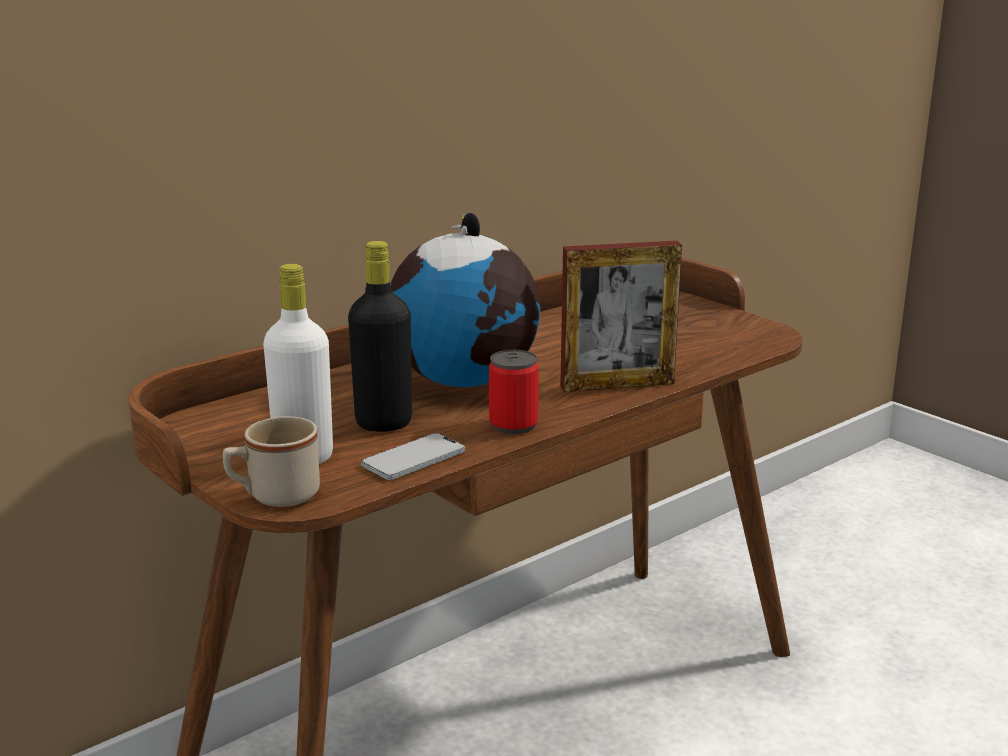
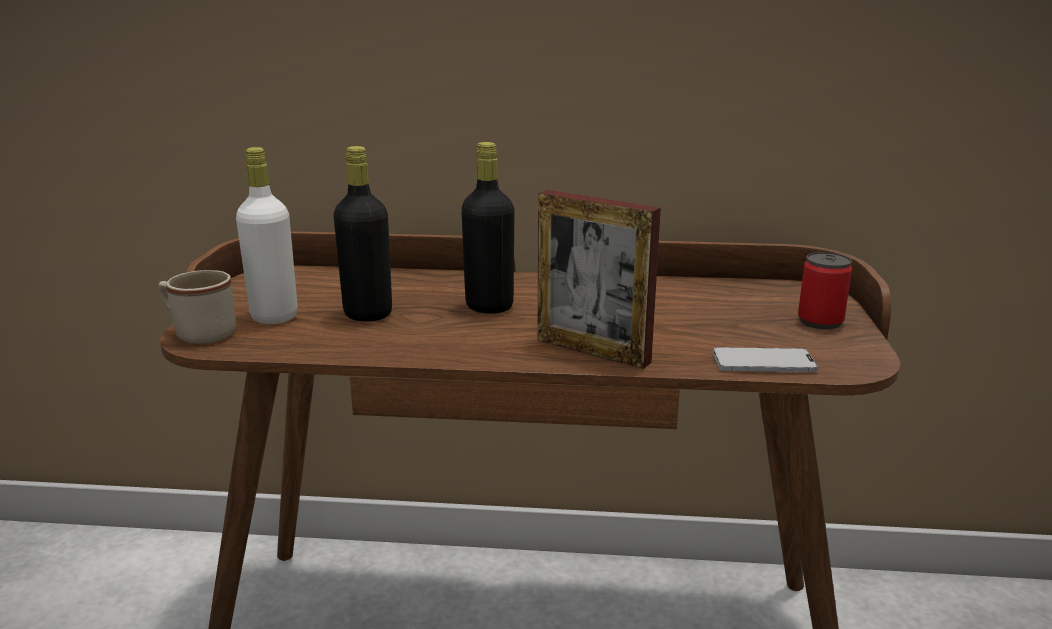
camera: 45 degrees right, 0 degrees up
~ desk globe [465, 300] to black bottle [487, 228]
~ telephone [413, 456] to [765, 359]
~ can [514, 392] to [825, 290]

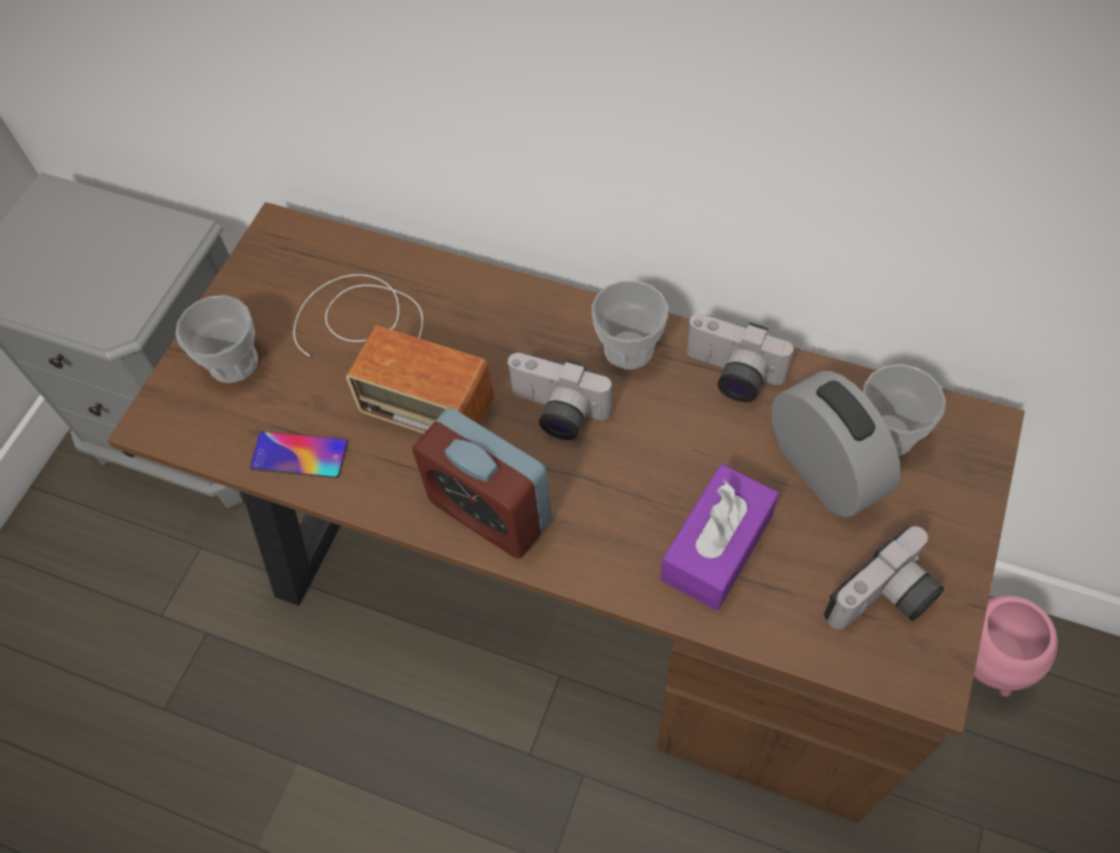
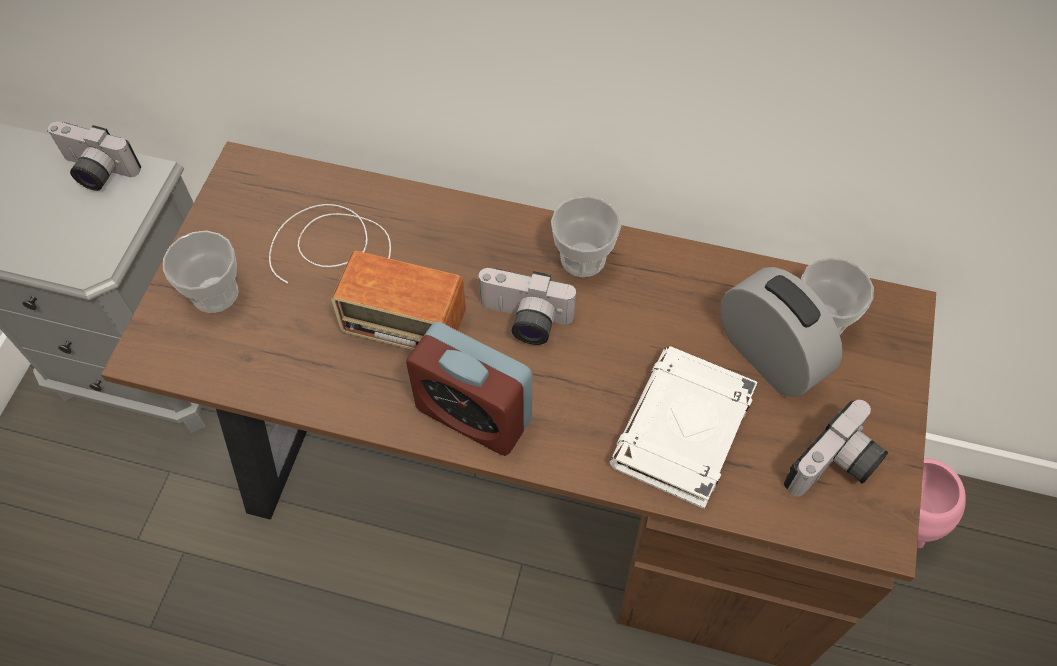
camera: 10 degrees left, 0 degrees up
~ photo camera [739, 357] to [94, 156]
~ purple-coloured tissue box [720, 537] to white-coloured bound book [683, 427]
- telephone [299, 454]

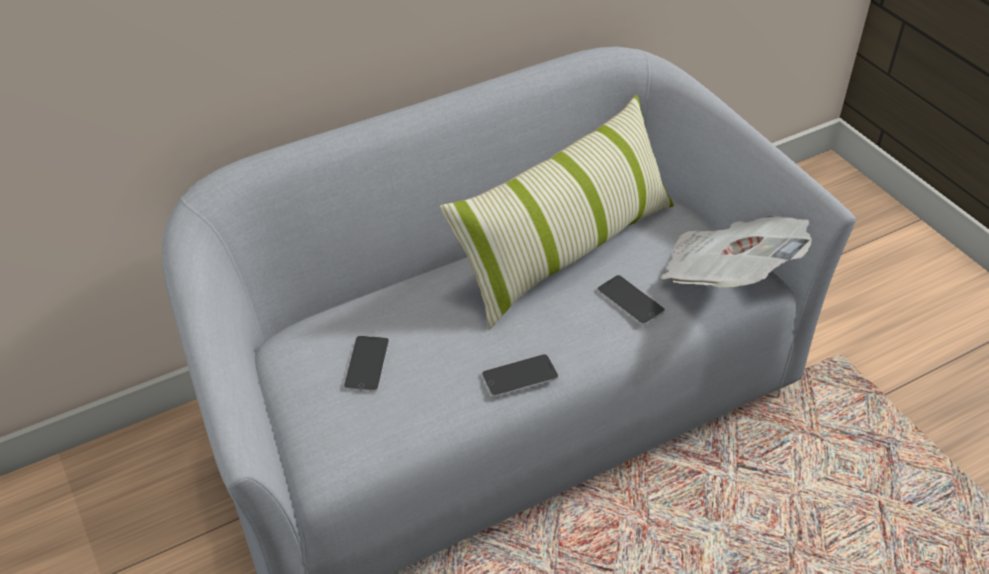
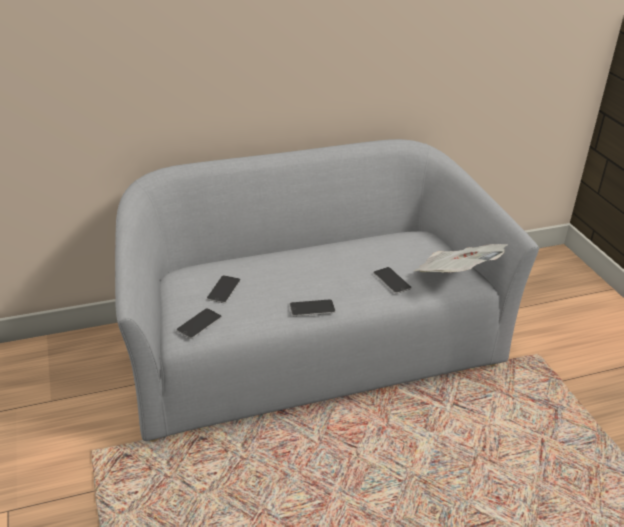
camera: 10 degrees right, 10 degrees down
+ telephone [199, 323]
- cushion [557, 212]

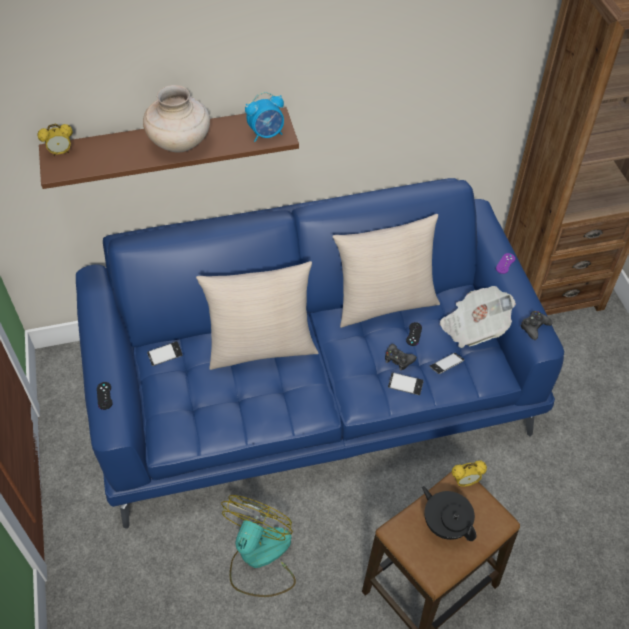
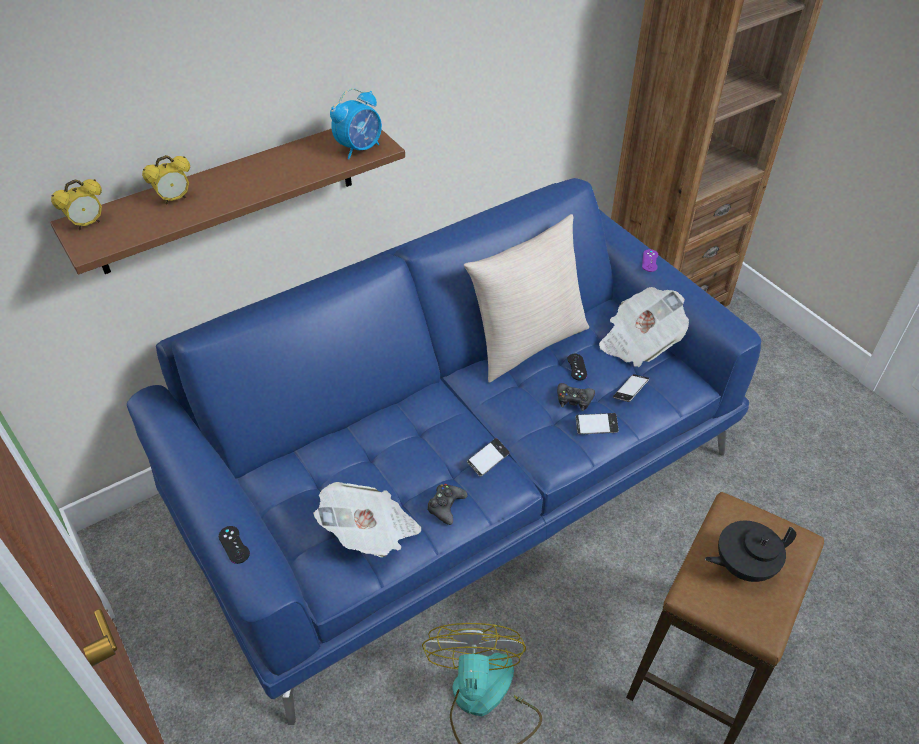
camera: 20 degrees left, 5 degrees down
~ alarm clock [469, 473] to [166, 180]
+ printed paper [367, 519]
~ black game controller [536, 325] to [447, 504]
~ telephone [165, 354] to [488, 457]
~ black teapot [449, 513] = [750, 551] 45 degrees counterclockwise
- beige-coloured vase [176, 119]
- beige-coloured cushion [257, 315]

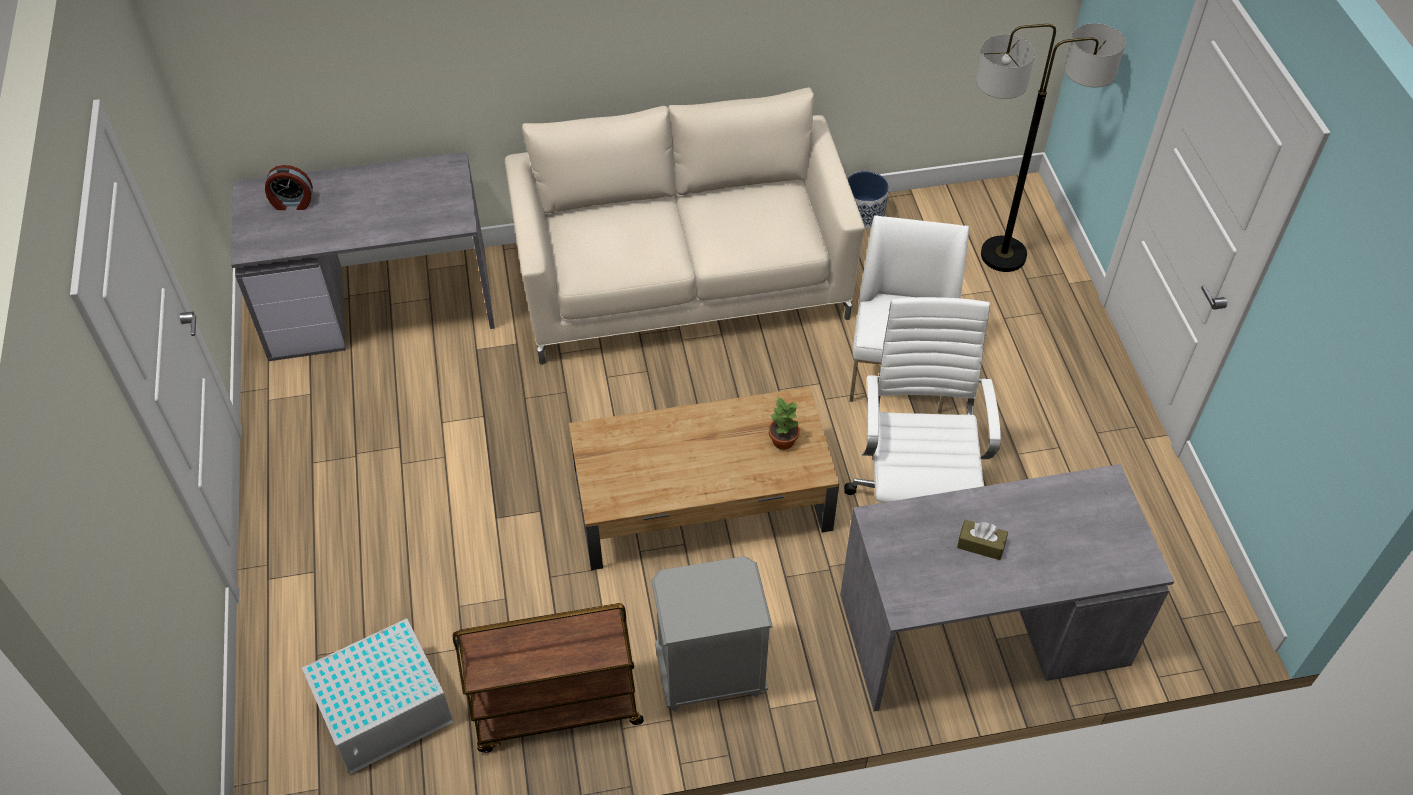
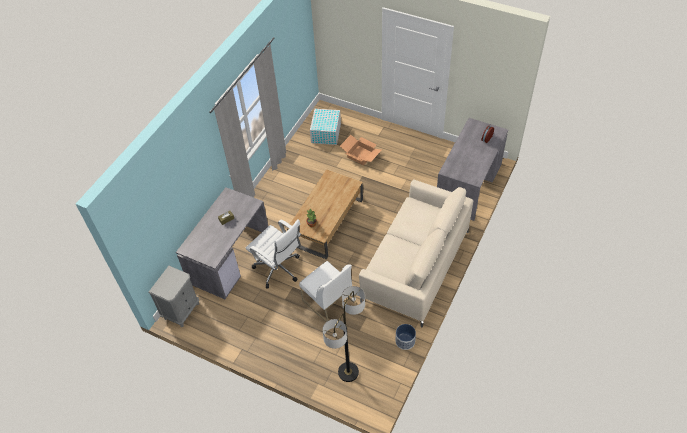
camera: 130 degrees right, 0 degrees up
~ grey bedside table [712, 634] to [174, 296]
+ cardboard box [361, 150]
- brown cart [548, 678]

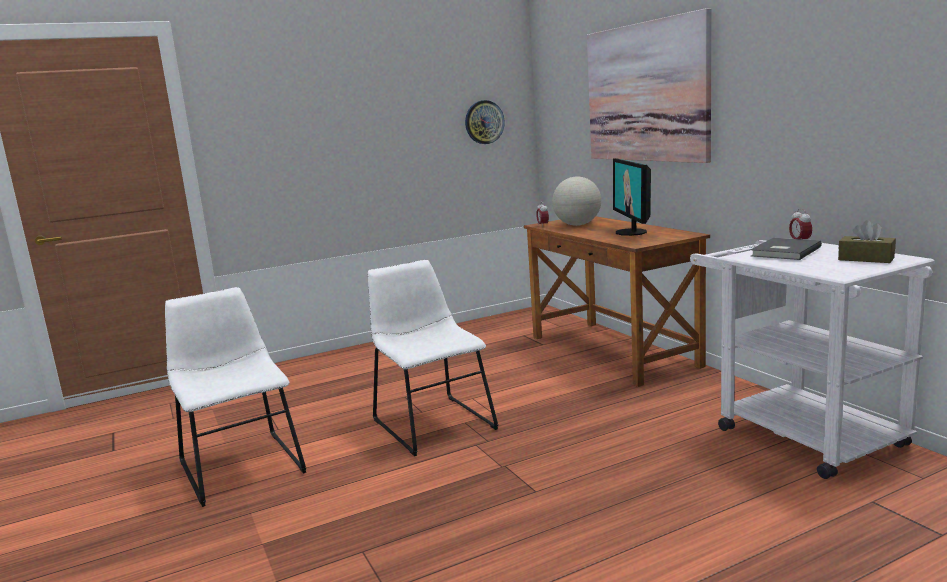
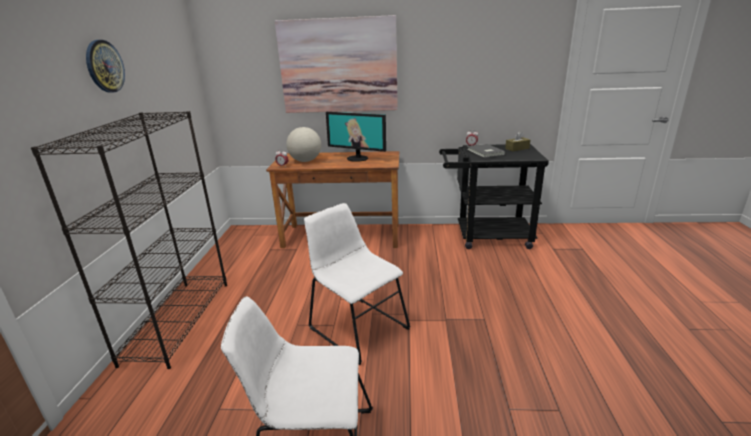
camera: 60 degrees left, 10 degrees up
+ black shelving unit [129, 240]
~ hanging clock [485, 122] to [105, 66]
~ white-coloured plain chair [433, 358] = [357, 284] 45 degrees clockwise
~ white-coloured cart [812, 359] to black cart [494, 196]

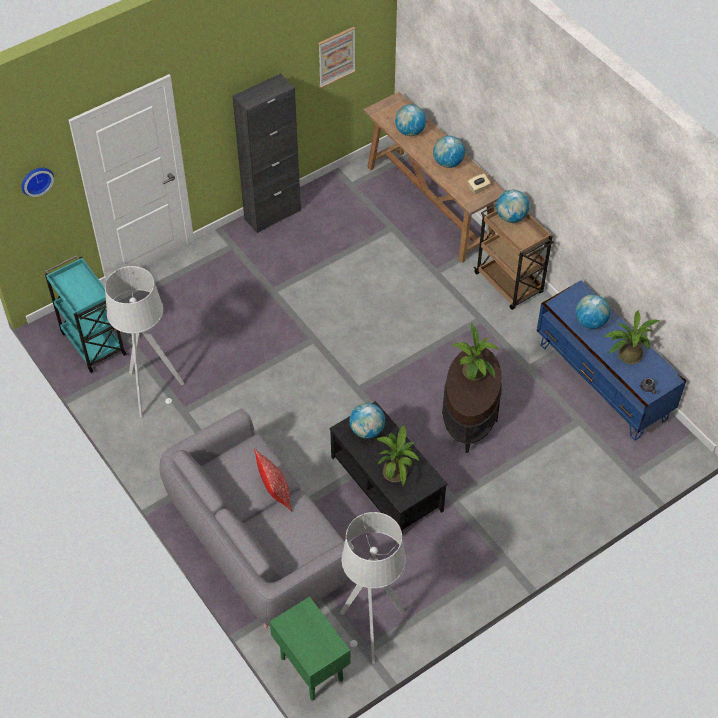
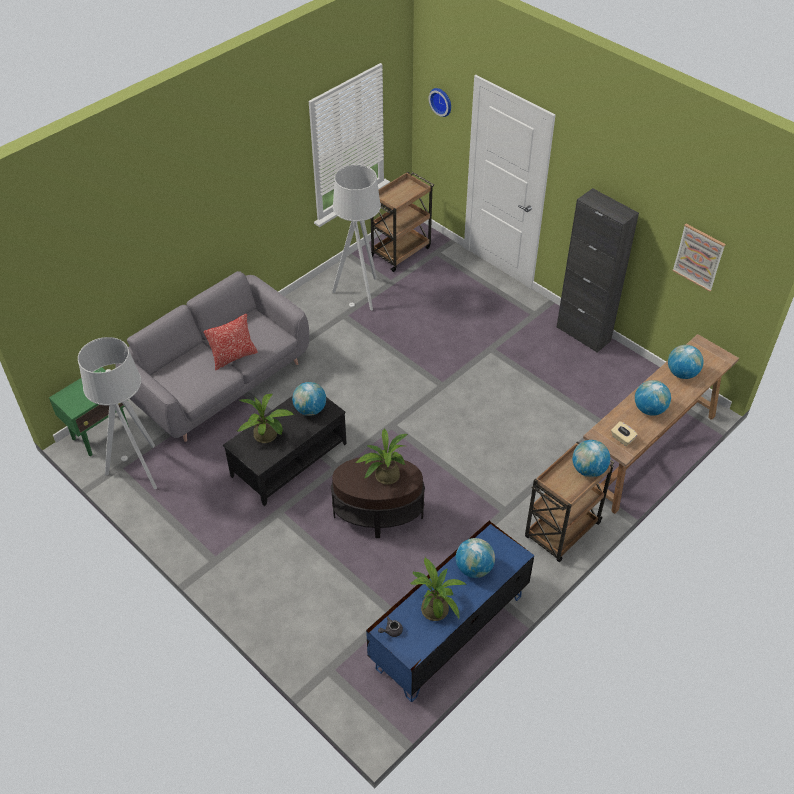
camera: 80 degrees right, 5 degrees down
~ turquoise cart [86, 314] to brown cart [402, 221]

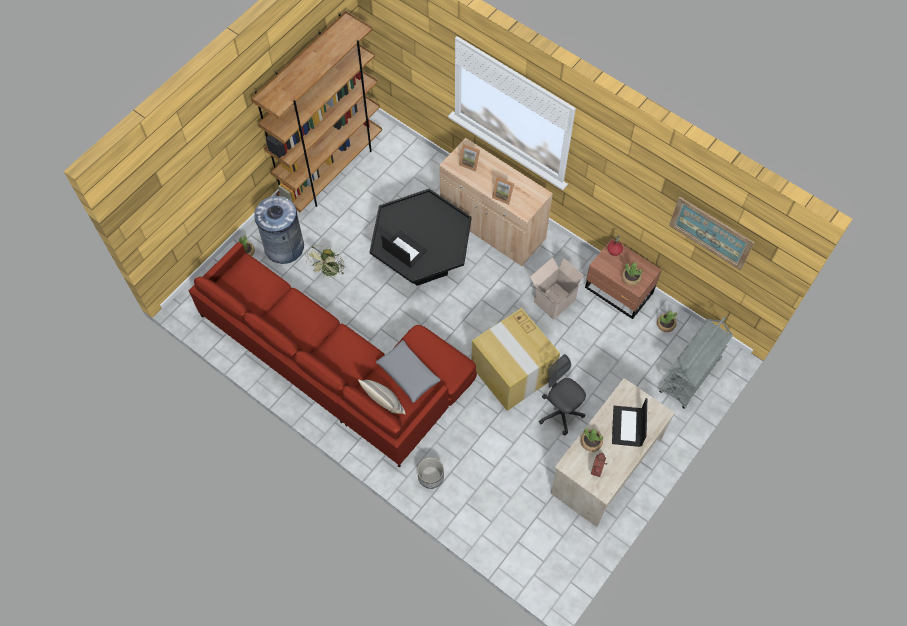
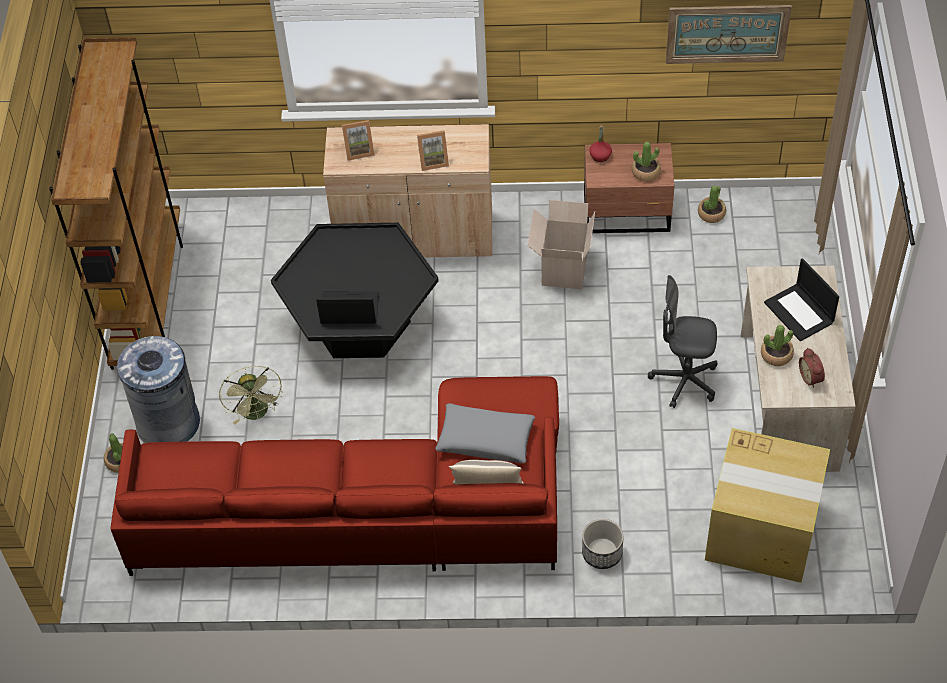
camera: 35 degrees left, 10 degrees down
~ cardboard box [515, 359] to [767, 505]
- grey cart [696, 362]

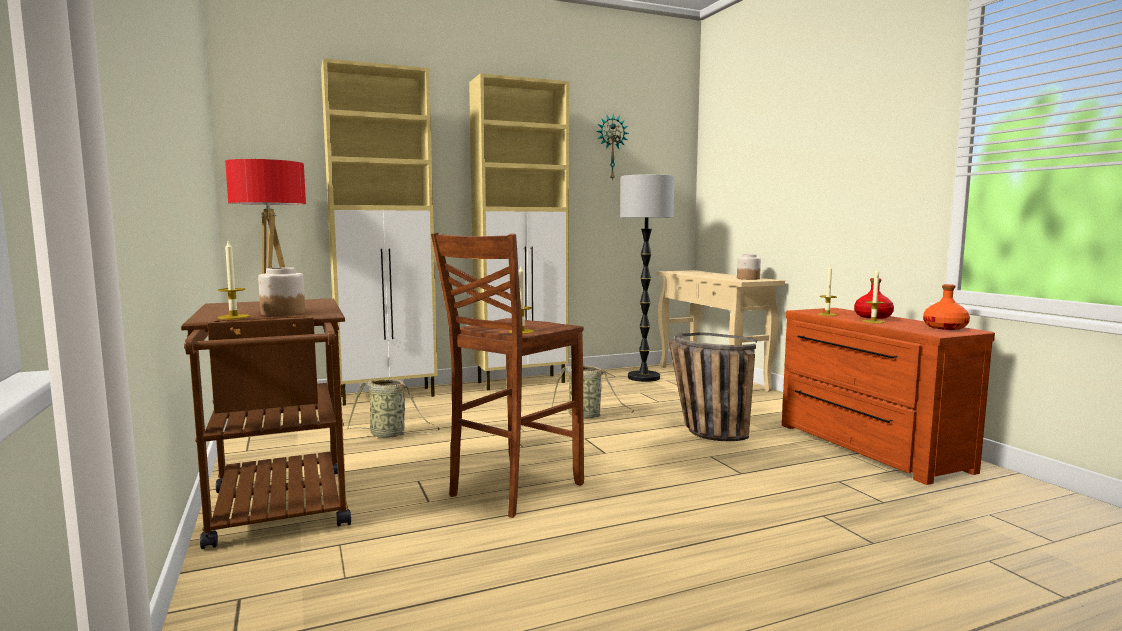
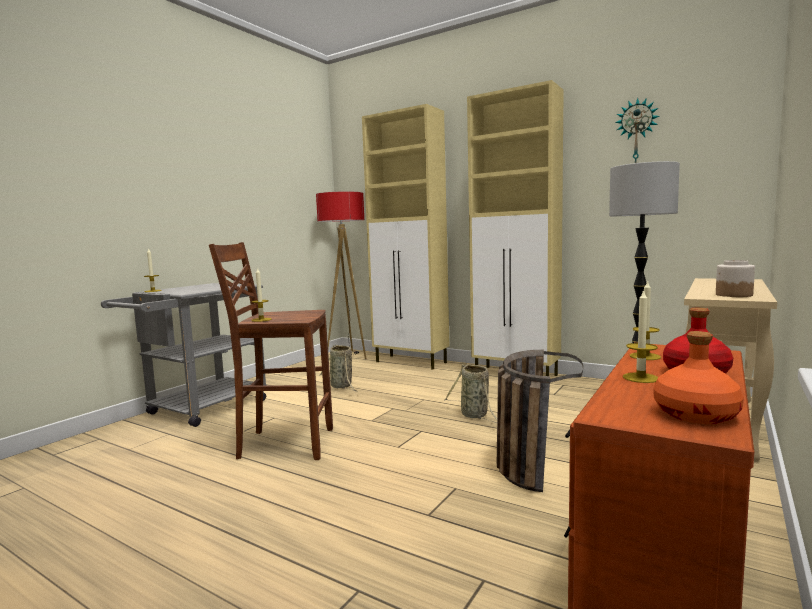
camera: 55 degrees right, 0 degrees up
~ brown cart [266, 423] to grey cart [183, 355]
- jar [281, 291]

